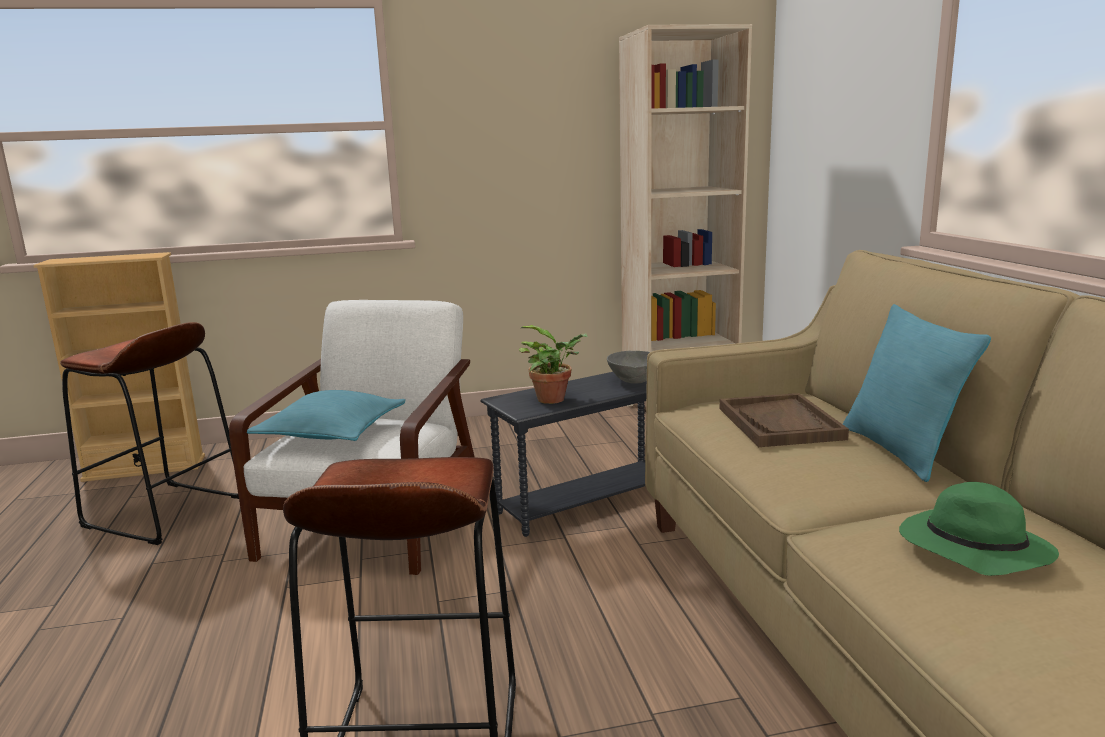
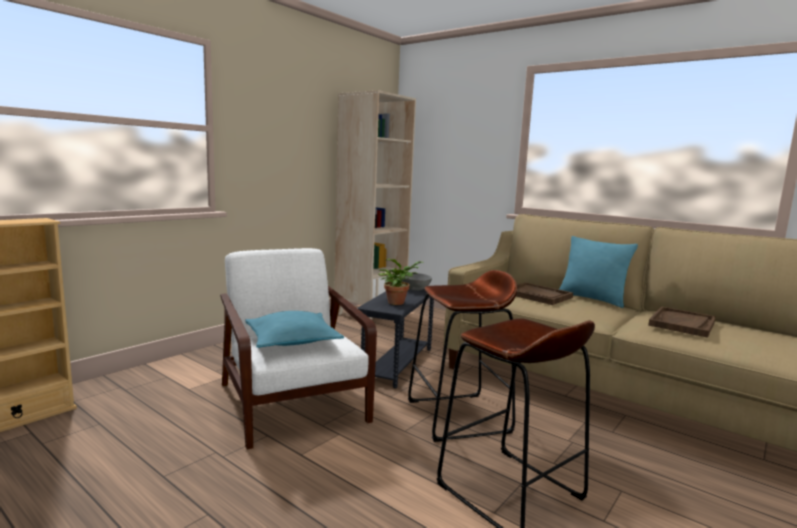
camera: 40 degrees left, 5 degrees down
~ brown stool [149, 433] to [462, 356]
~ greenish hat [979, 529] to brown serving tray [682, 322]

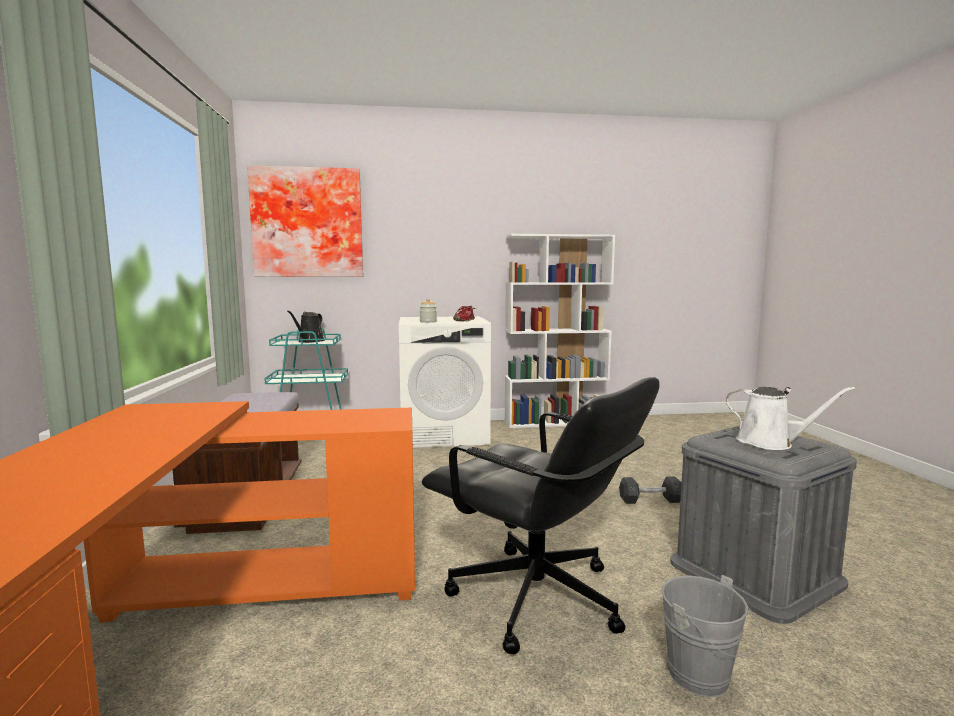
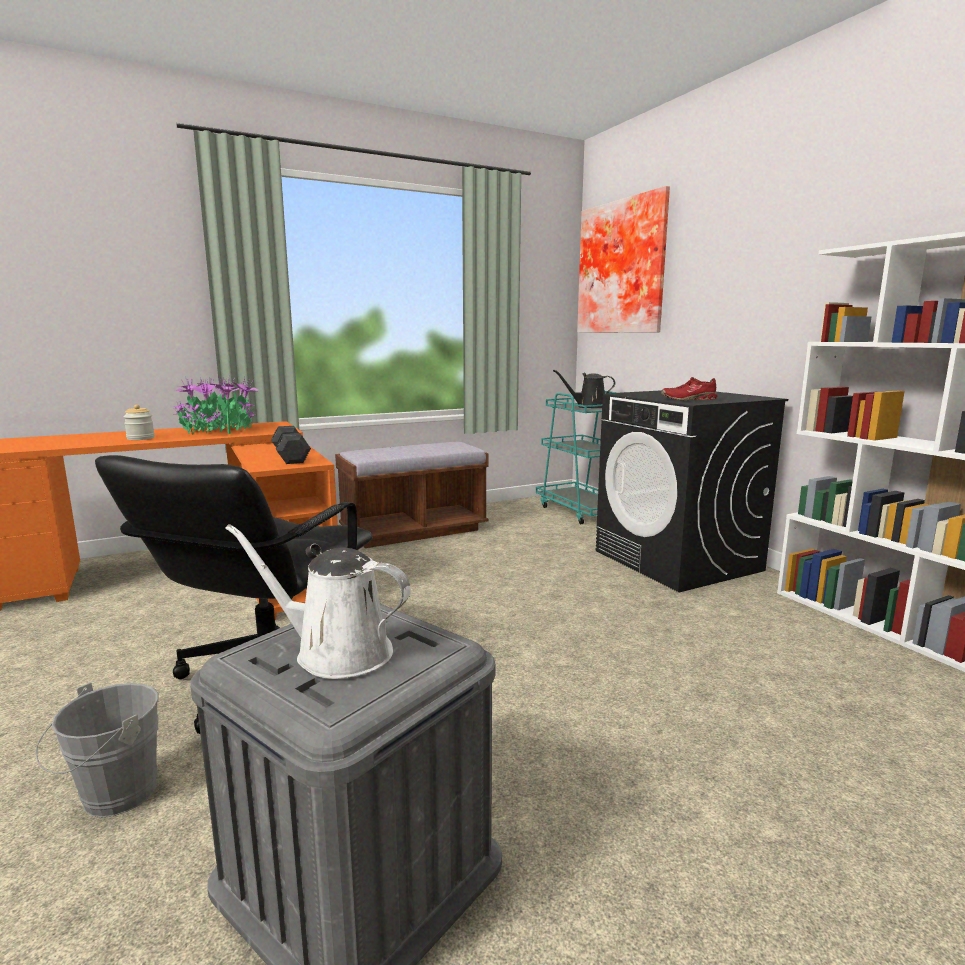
camera: 70 degrees right, 5 degrees up
~ jar [428, 311] to [139, 422]
+ plant in a pot [215, 406]
~ white-coloured watering can [790, 418] = [318, 601] 105 degrees clockwise
~ grey hand weight [650, 490] to [291, 445]
~ white-coloured laundry machine [445, 382] to black laundry machine [692, 491]

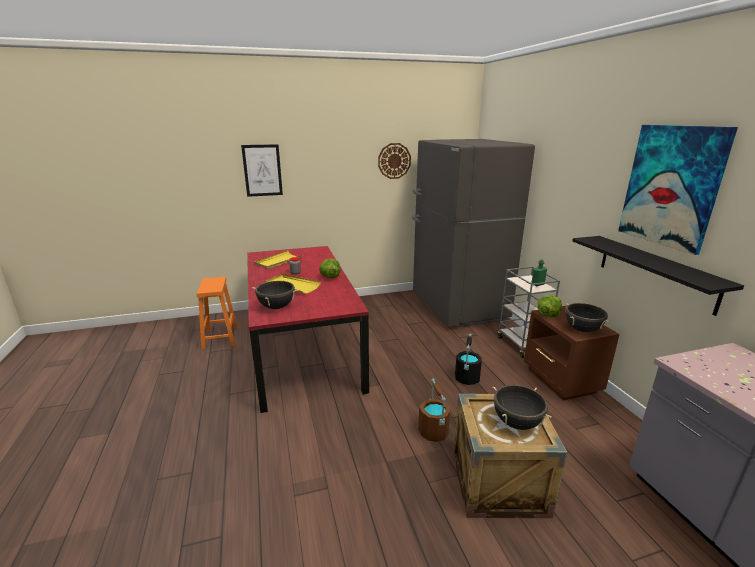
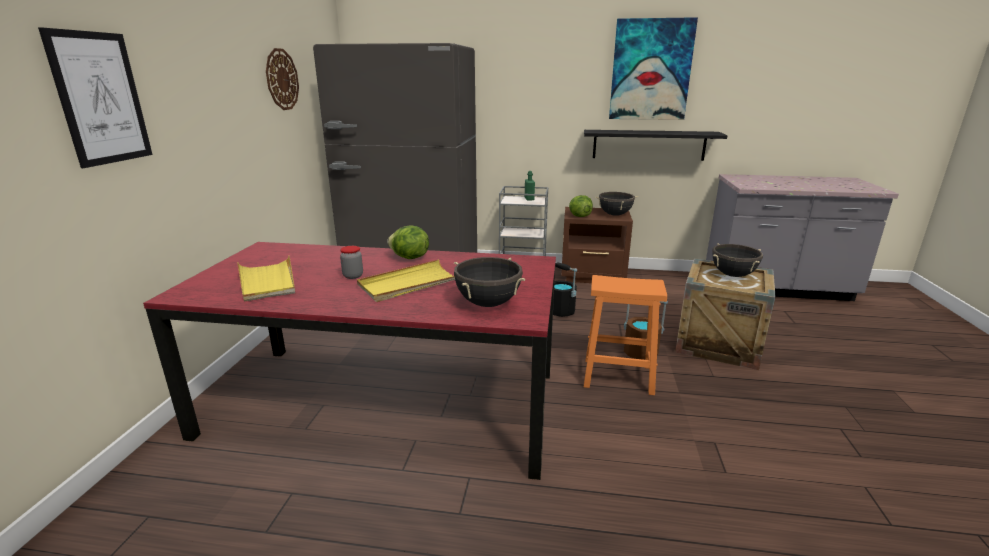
camera: 65 degrees left, 0 degrees up
~ orange-coloured stool [217, 313] to [625, 335]

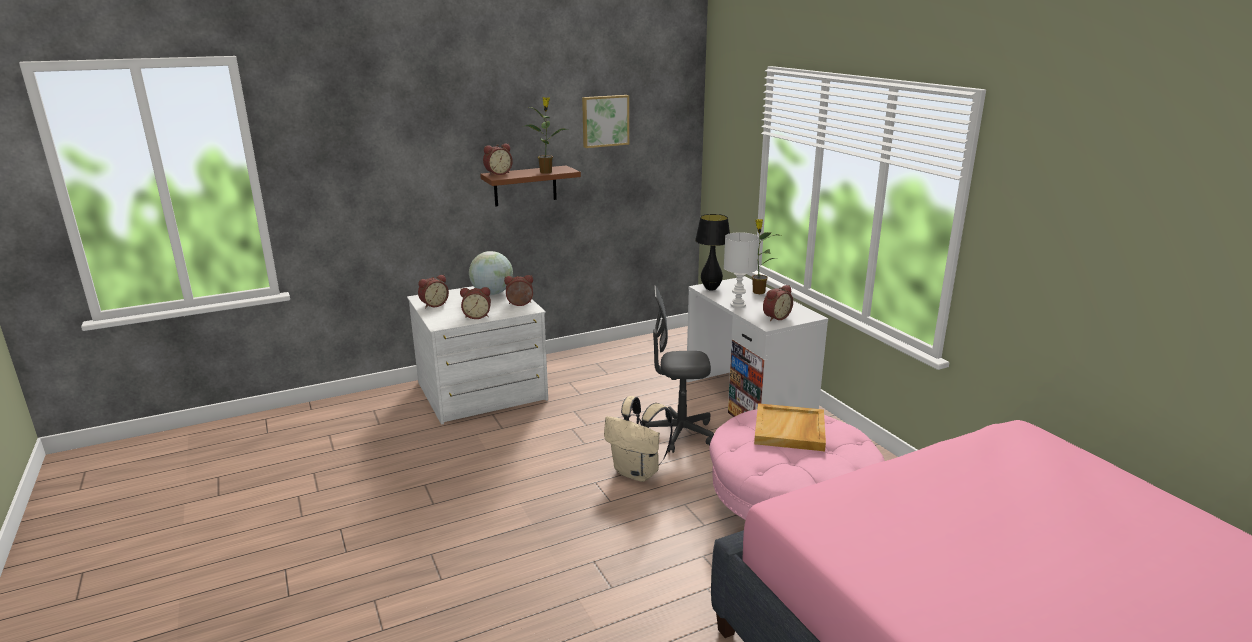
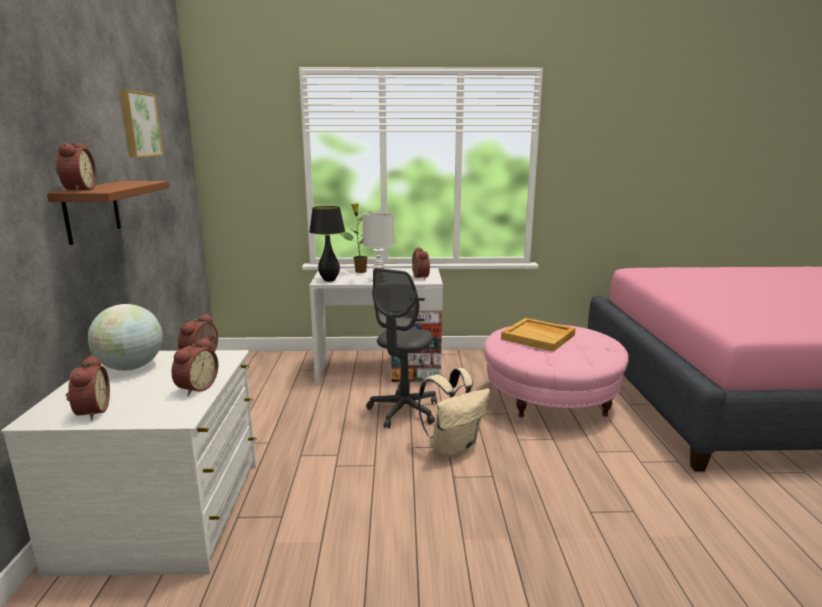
camera: 65 degrees left, 5 degrees down
- plant in a pot [547, 135]

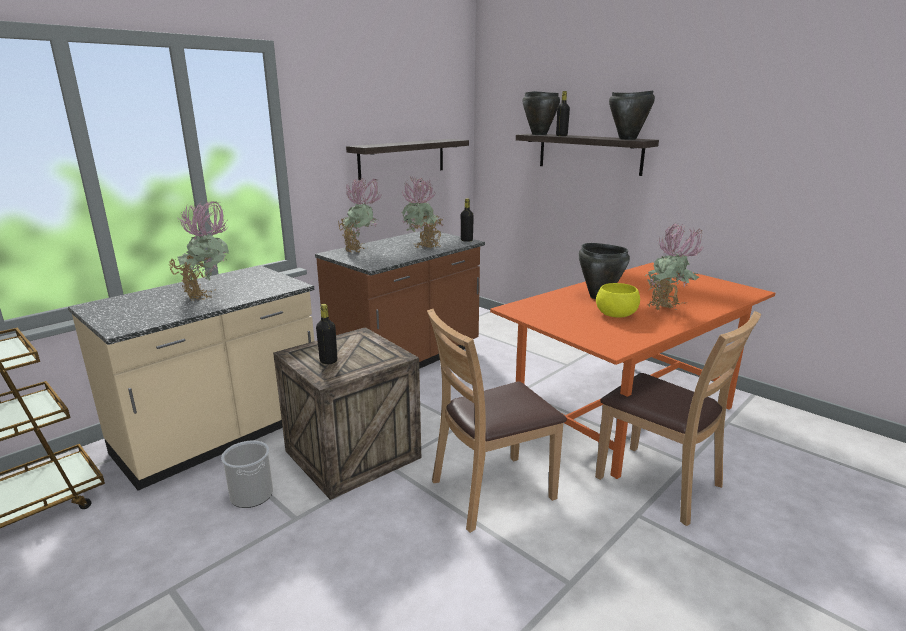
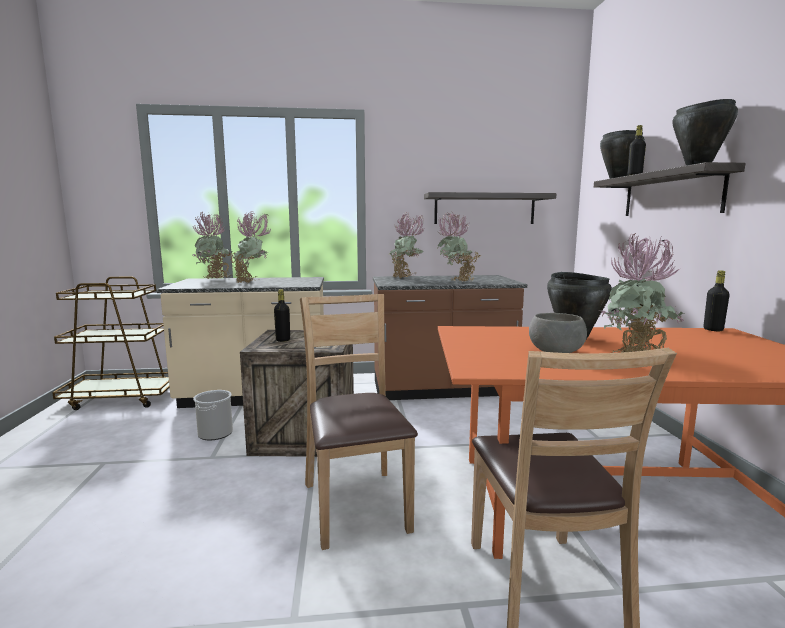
camera: 40 degrees right, 10 degrees down
+ plant in a pot [213, 245]
~ brown plain chair [497, 421] = [359, 422] 60 degrees clockwise
~ yellow-coloured serving bowl [618, 300] to grey serving bowl [558, 333]
~ black bottle [467, 220] to [716, 300]

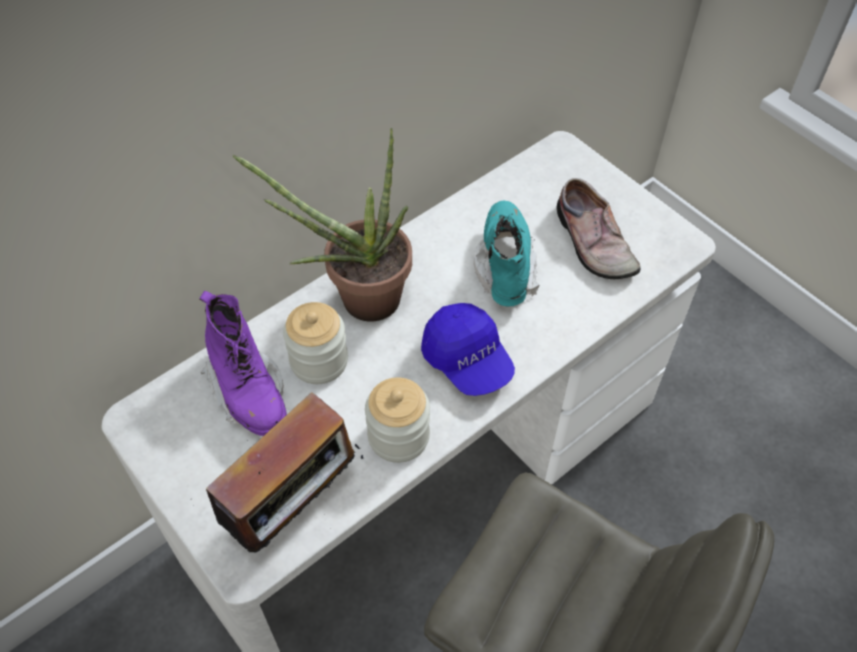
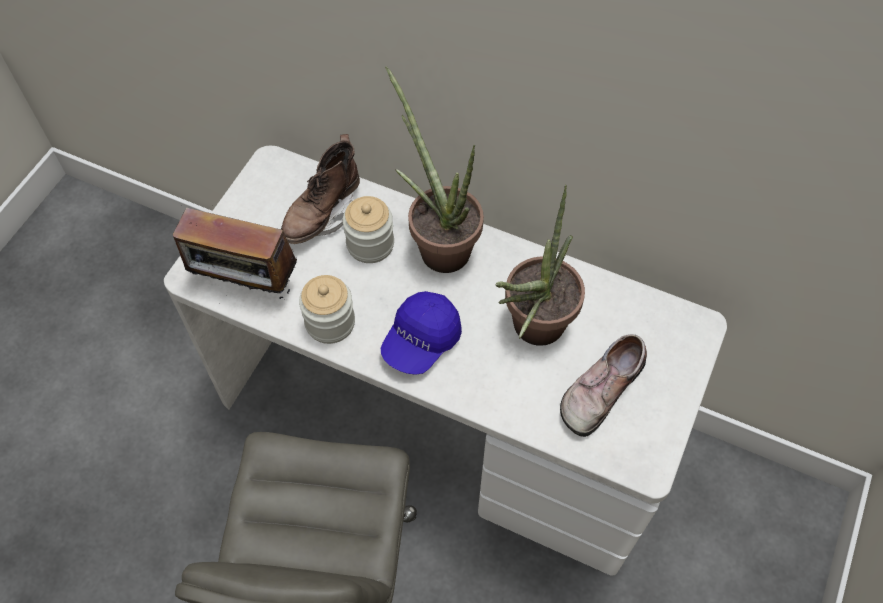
camera: 65 degrees right, 5 degrees up
~ purple-coloured tall boot [243, 363] to brown tall boot [320, 189]
~ turquoise tall boot [506, 253] to plant in a pot [540, 265]

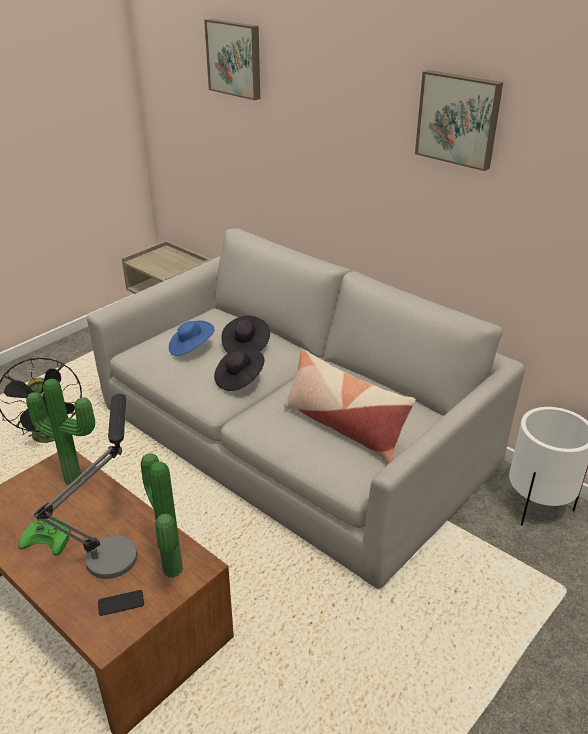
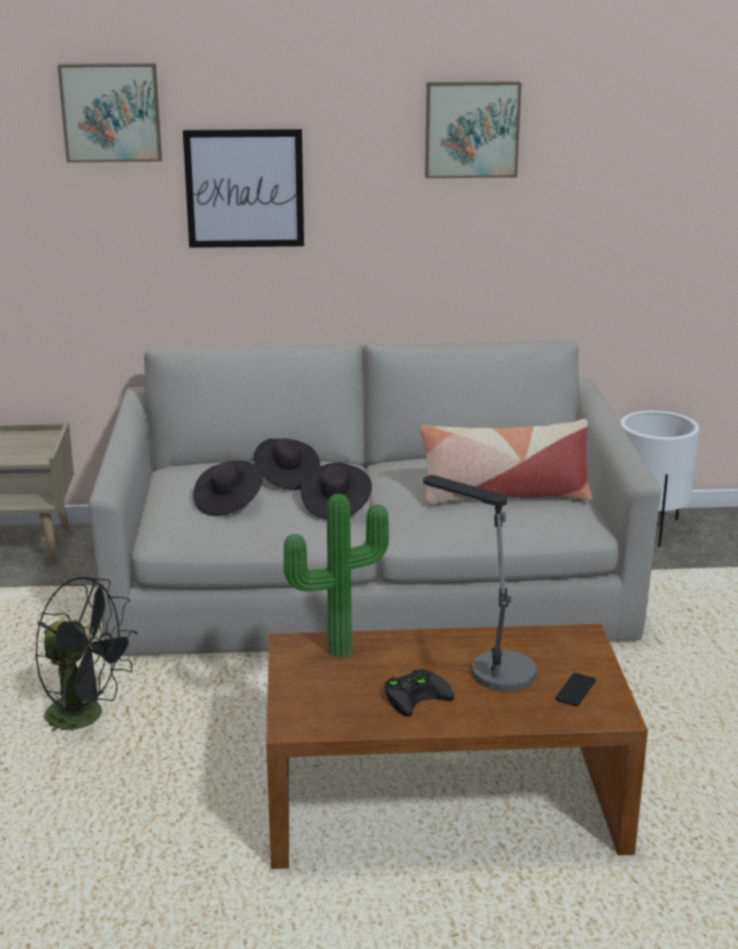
camera: 45 degrees left, 10 degrees down
+ wall art [243, 188]
~ bluish hat [192, 338] to black hat [228, 488]
~ greenish game controller [44, 537] to black game controller [419, 693]
- plant in a pot [162, 515]

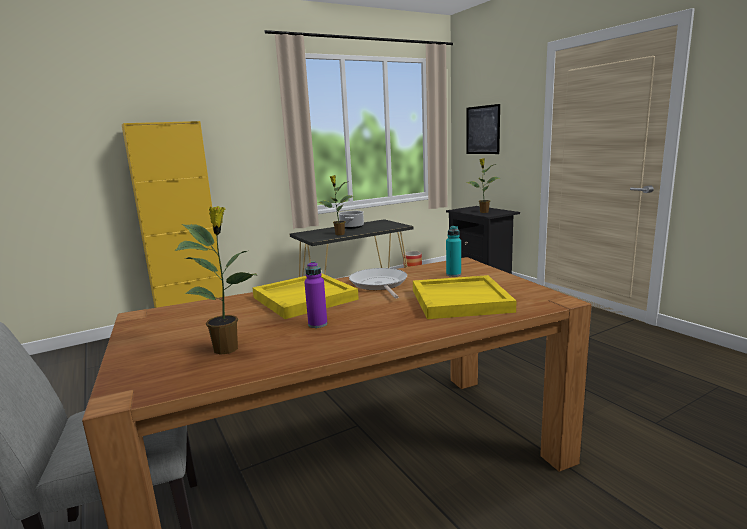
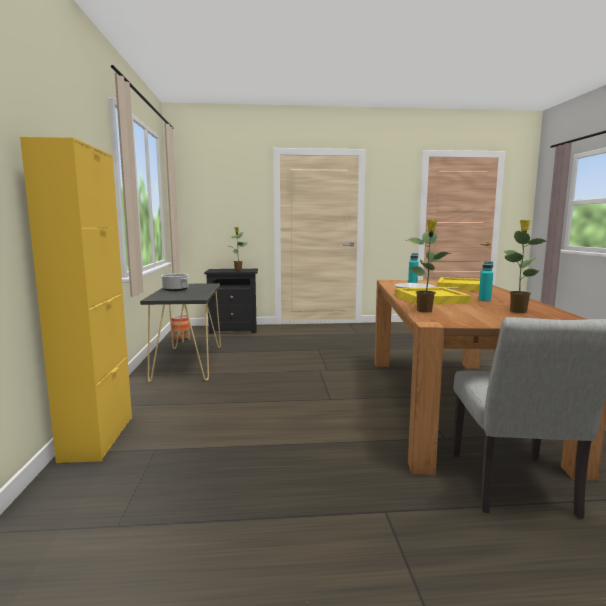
camera: 65 degrees left, 5 degrees down
~ plant in a pot [335, 205] to [428, 266]
~ purple-coloured bottle [315, 295] to turquoise bottle [486, 281]
- wall art [483, 129]

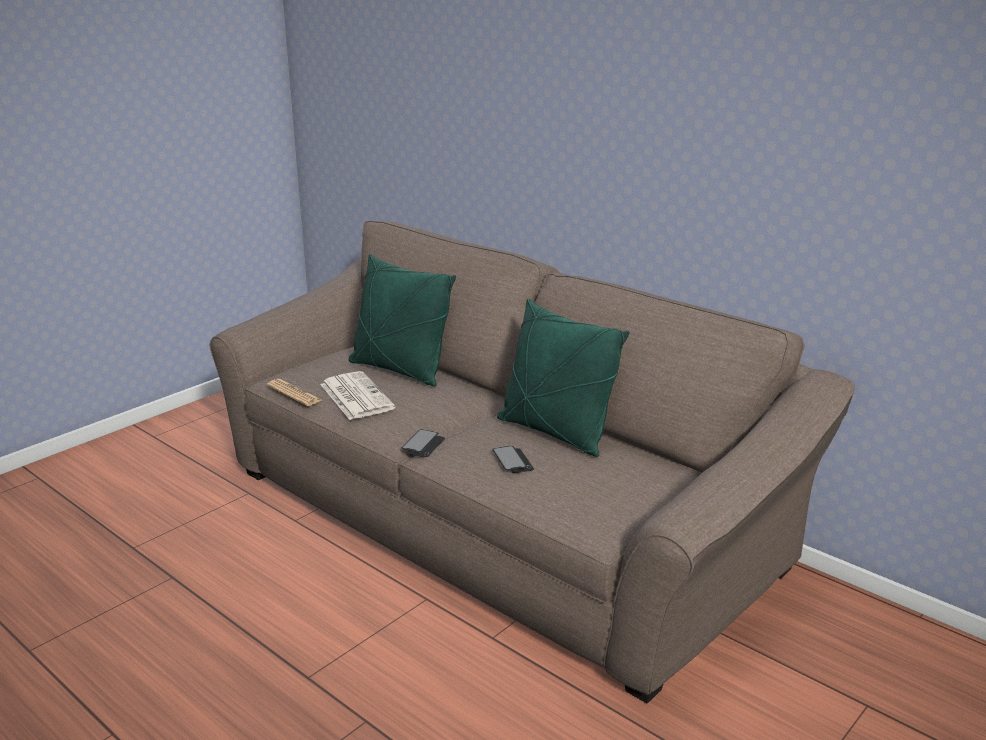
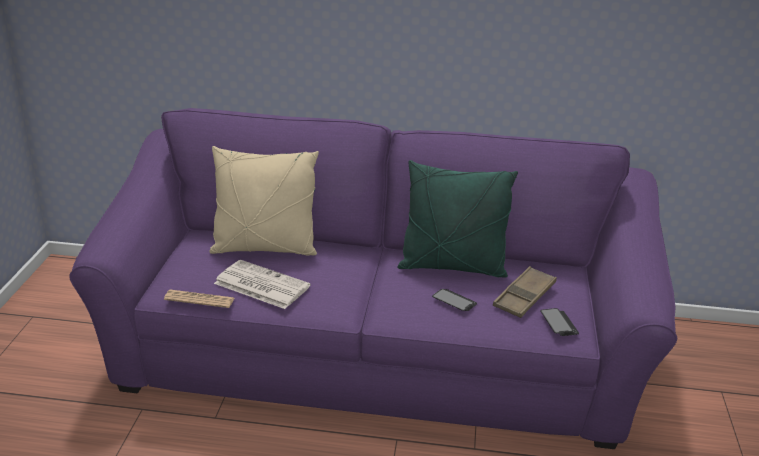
camera: 35 degrees left, 5 degrees up
~ brown couch [532, 462] to purple-coloured couch [373, 278]
~ greenish cushion [402, 320] to beige-coloured cushion [264, 201]
+ brown serving tray [525, 292]
~ telephone [423, 443] to [559, 322]

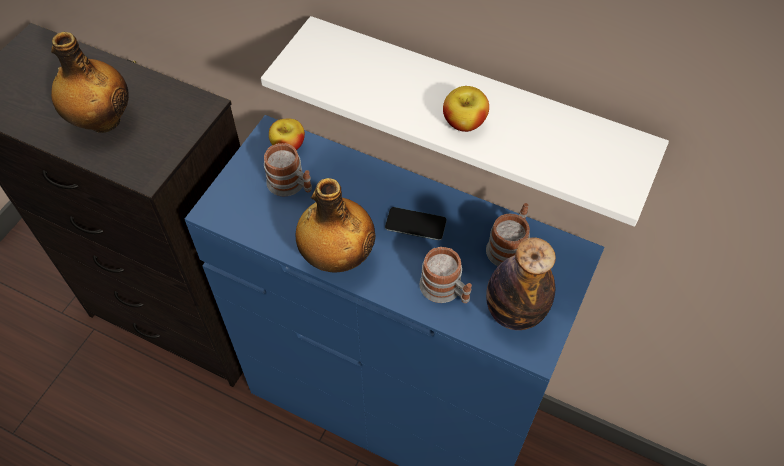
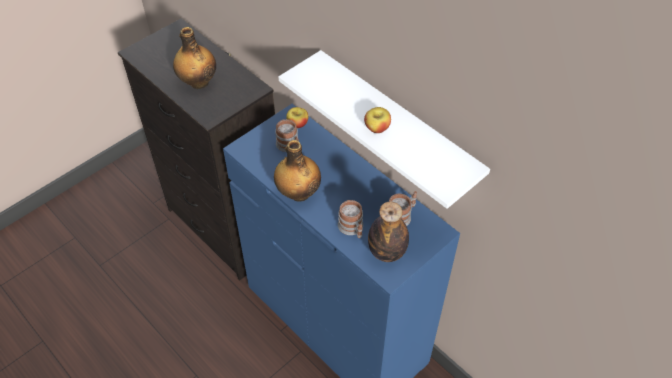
camera: 20 degrees right, 5 degrees down
- telephone [416, 223]

